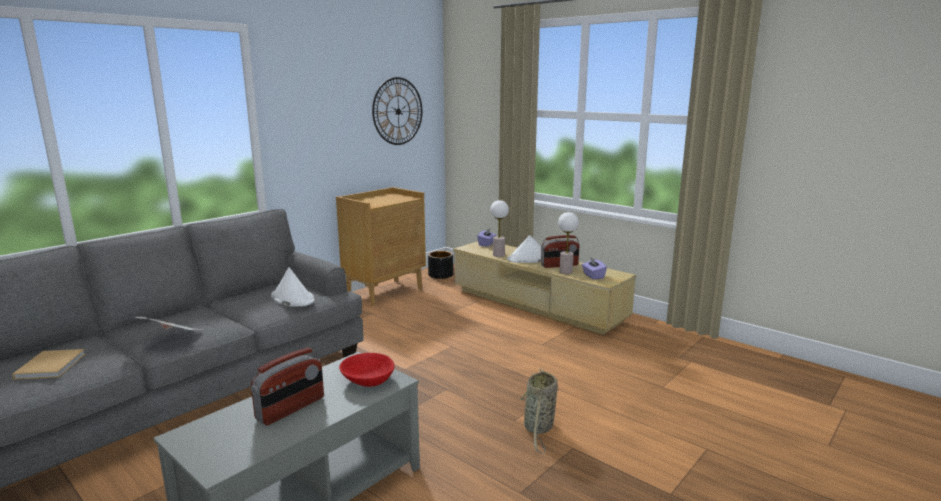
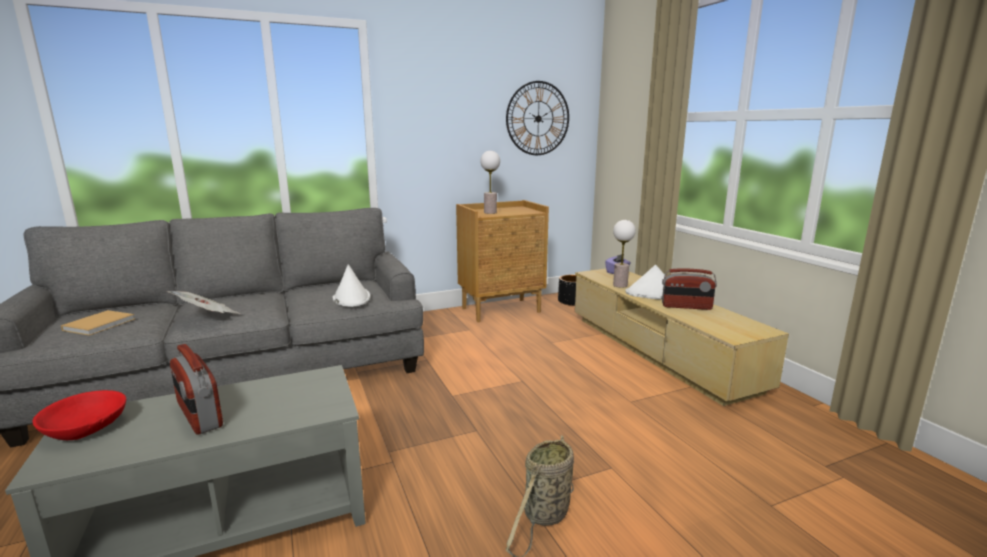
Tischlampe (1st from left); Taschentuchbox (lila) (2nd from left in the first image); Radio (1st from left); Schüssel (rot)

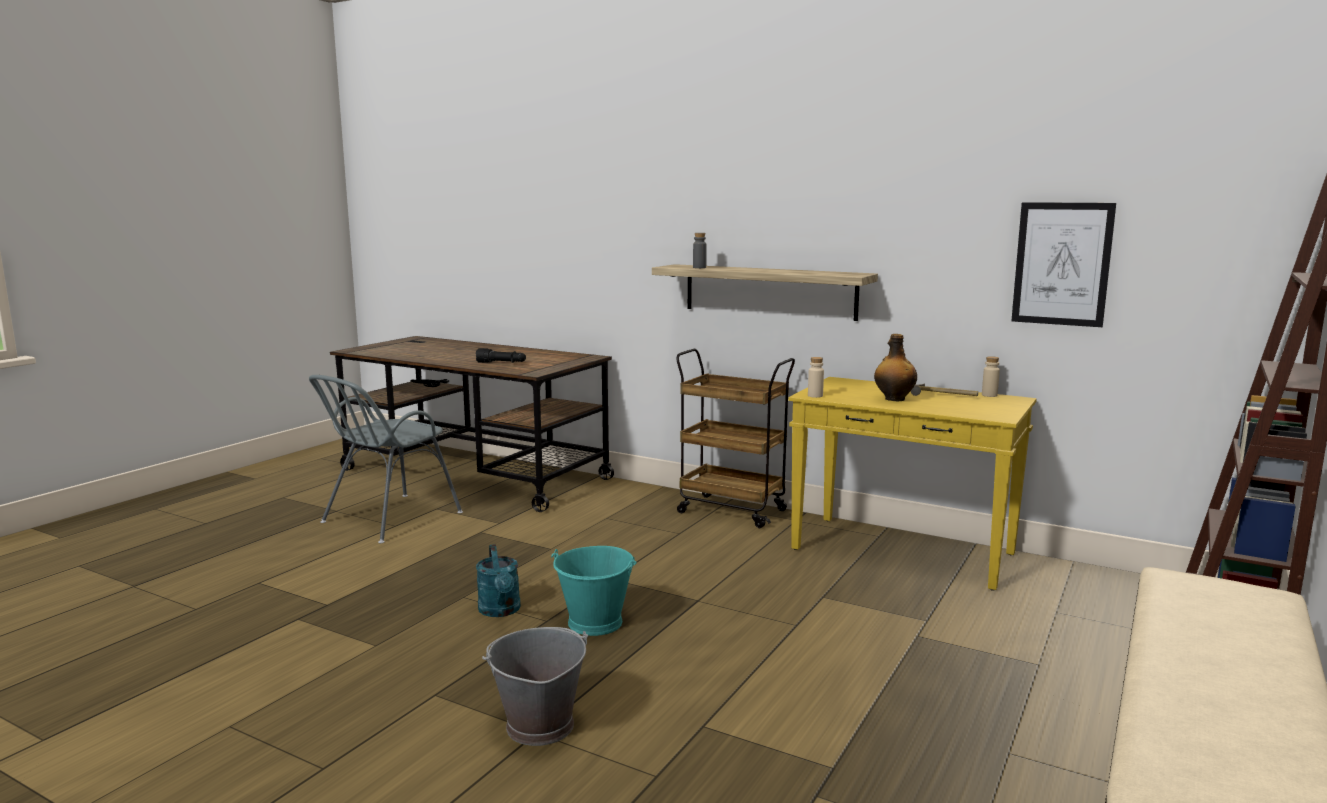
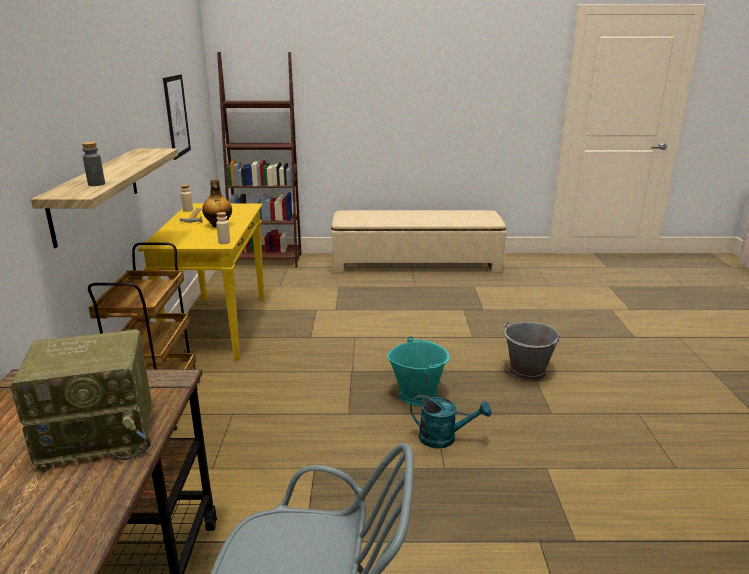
Radio; Gießkanne (türkis)

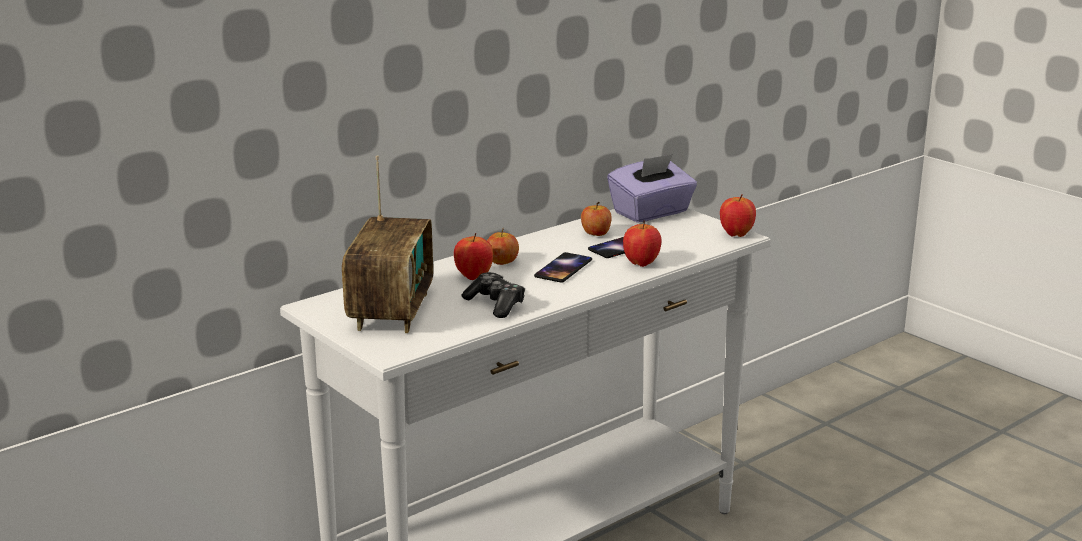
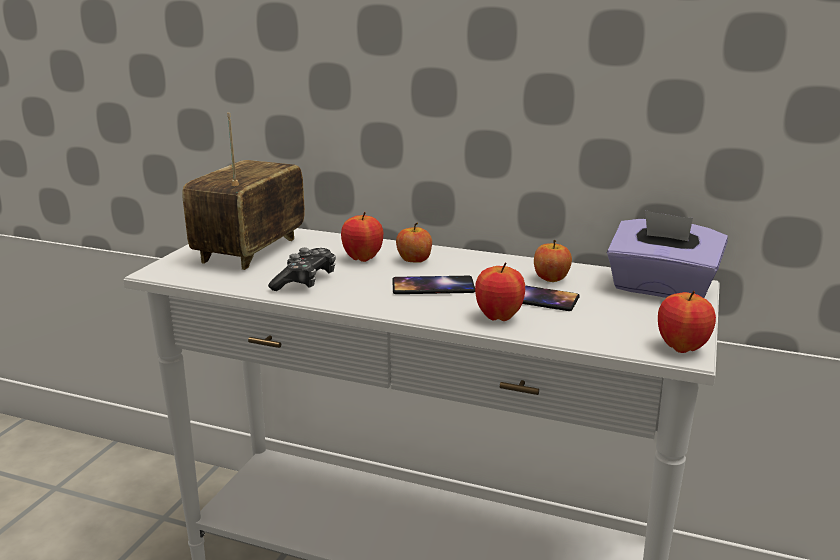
Radio

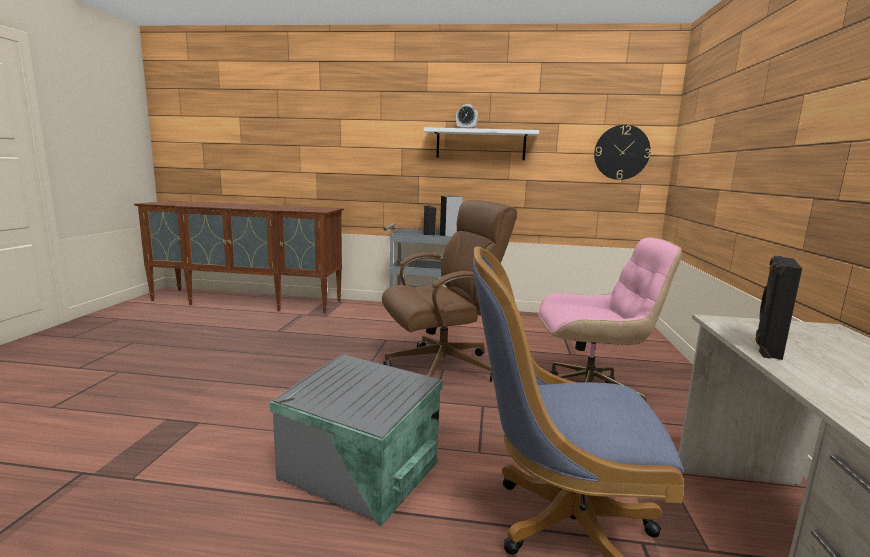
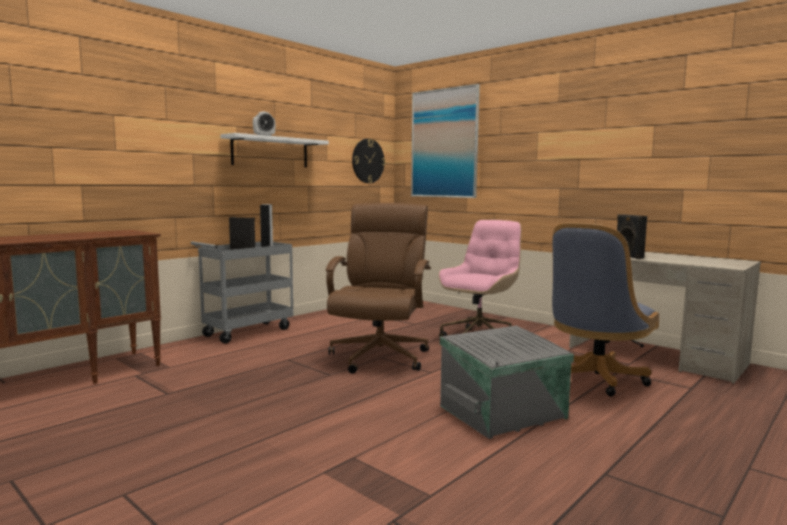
Bild

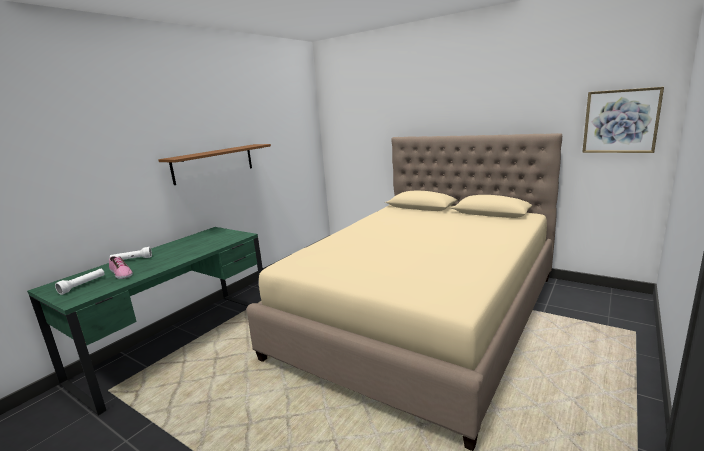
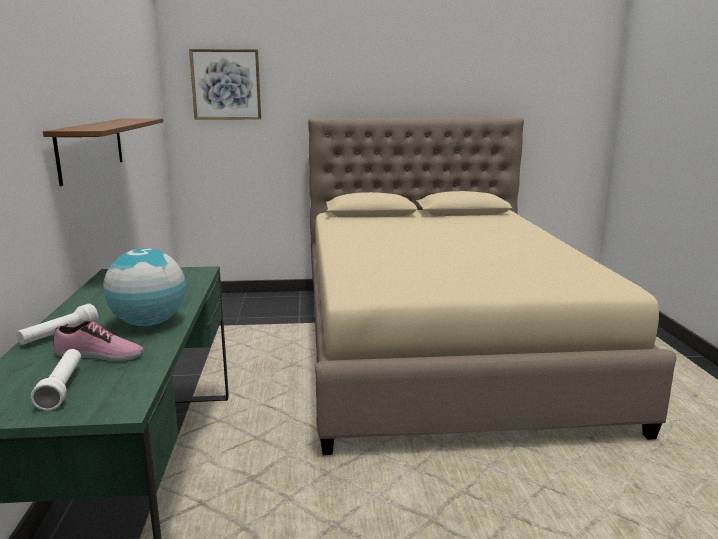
Bild; Globus

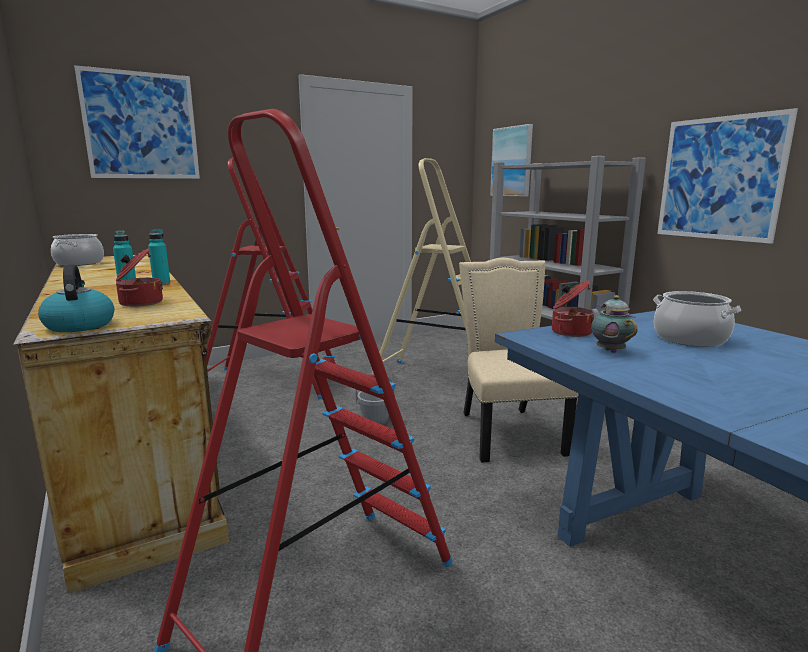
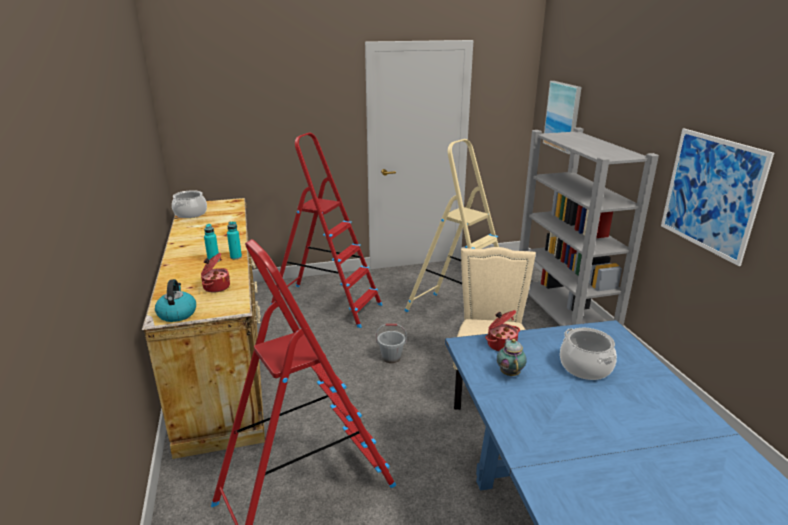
Bild (1st from left in the first image)

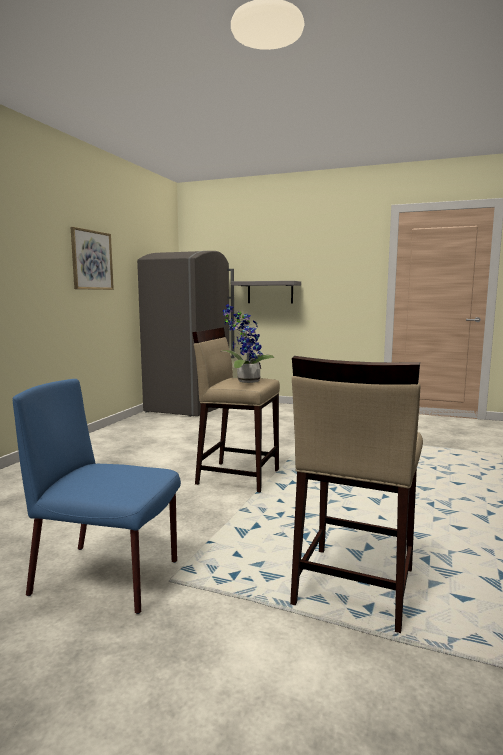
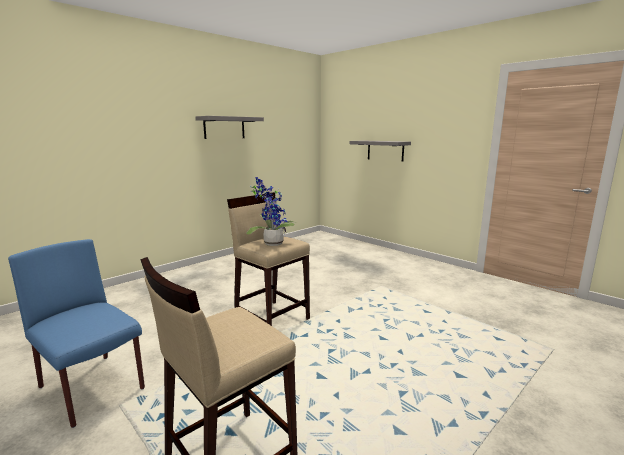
Wandregal (grau) (1st from left); Kühlschrank (grau)

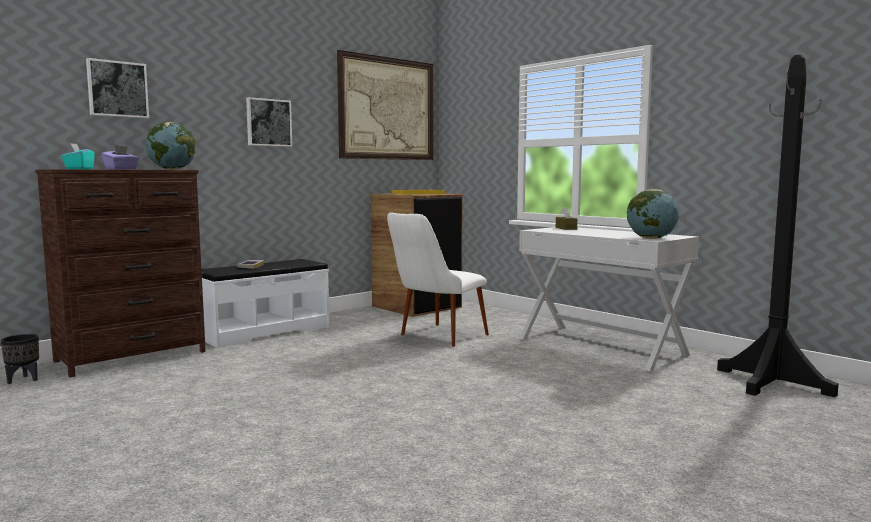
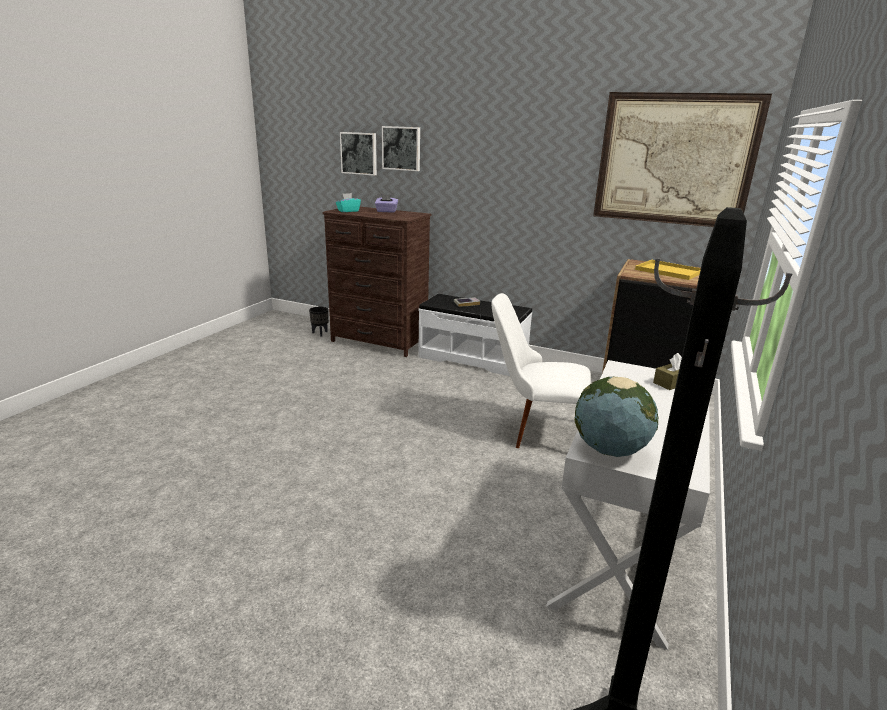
Bild (1st from left); Globus (1st from left in the first image)

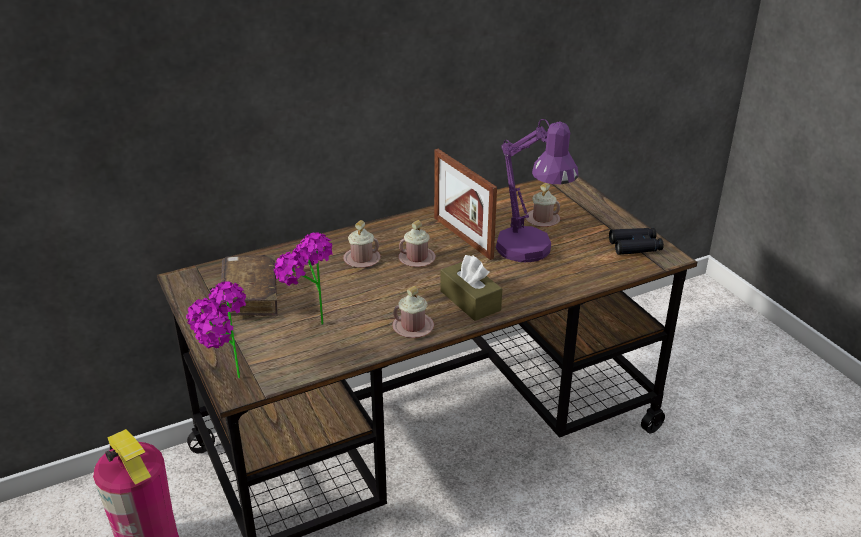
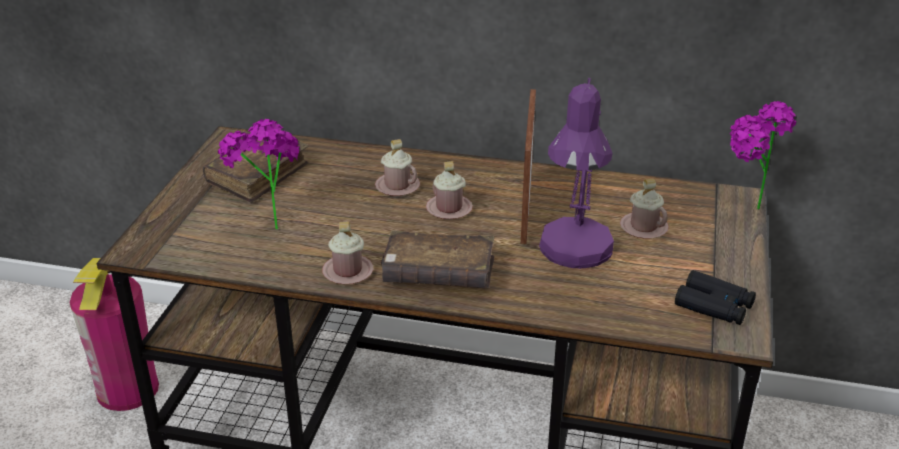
Buch (braun) (2nd from left); Topfpflanze (2nd from left)

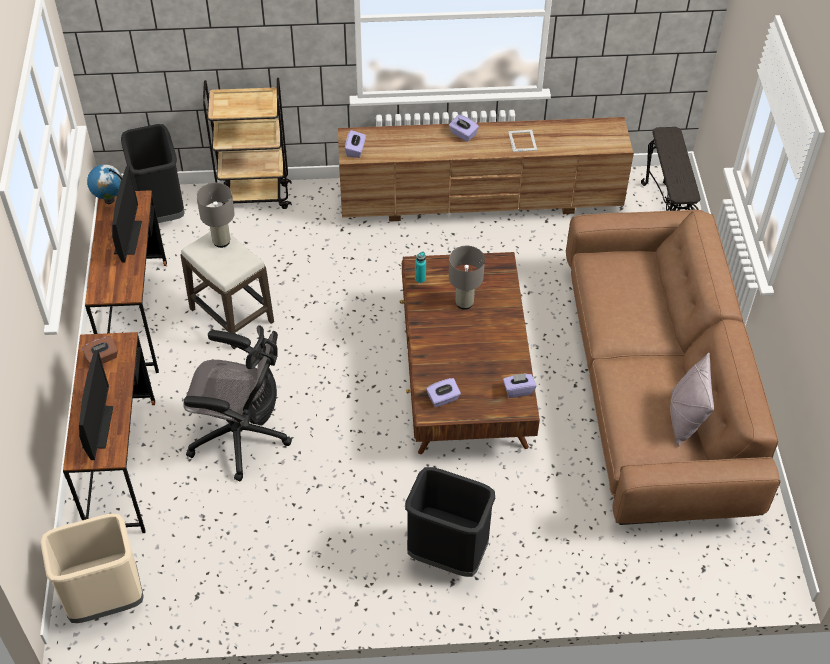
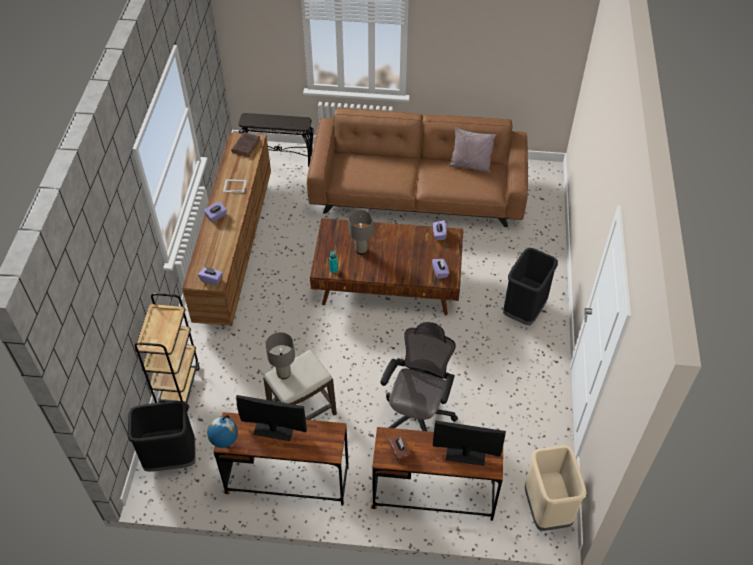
Buch (braun)

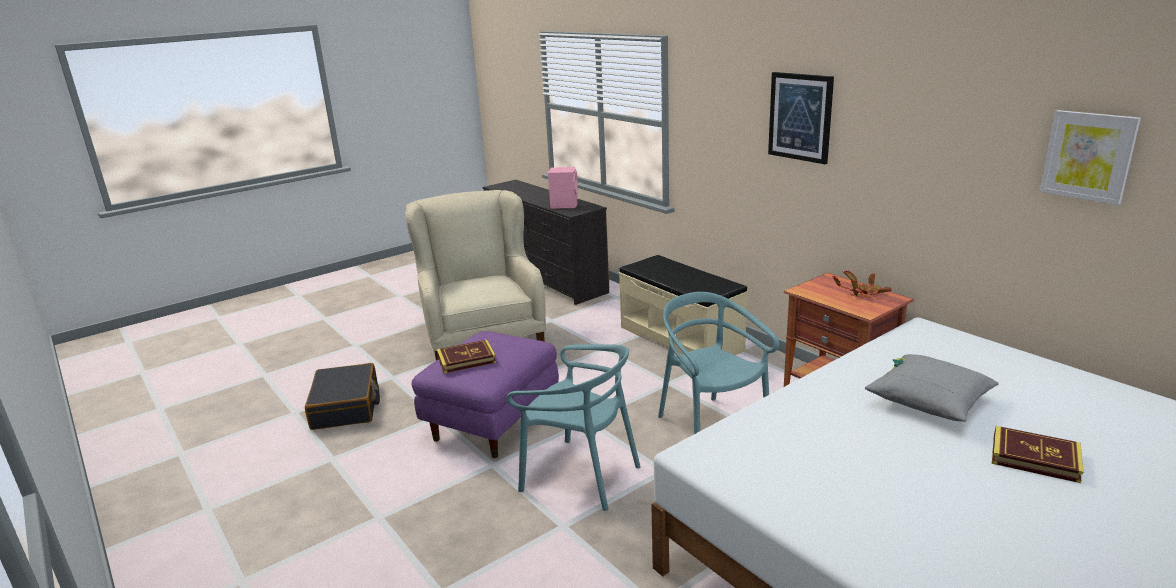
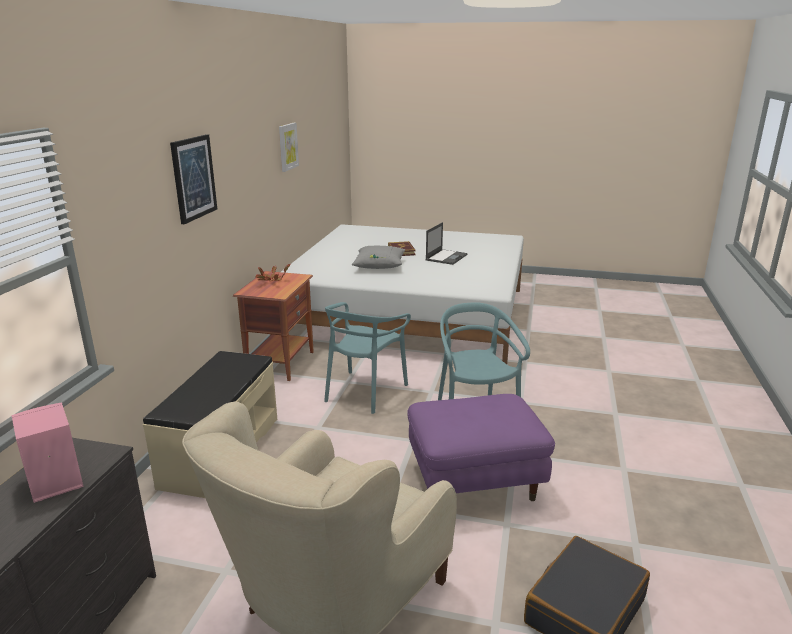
Buch (1st from left in the first image); Laptop

